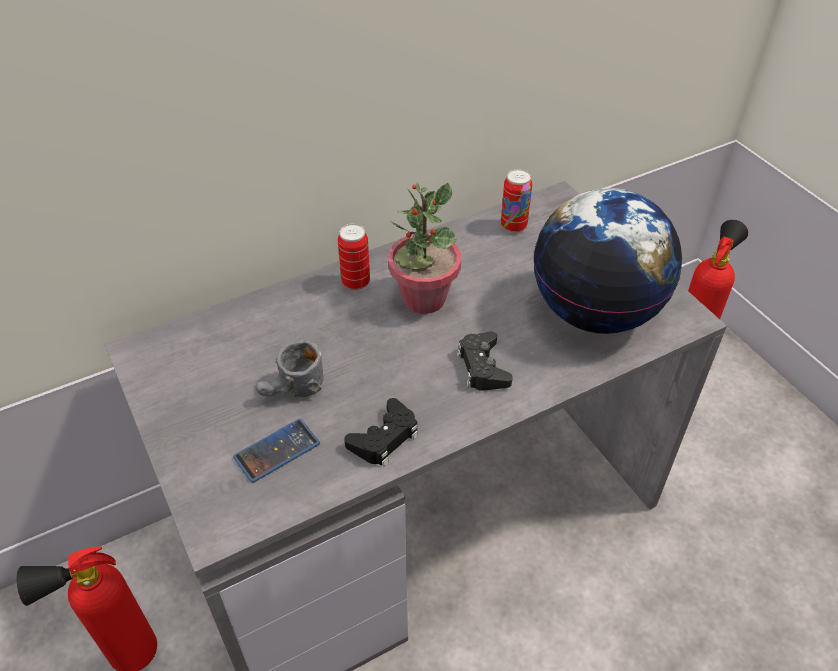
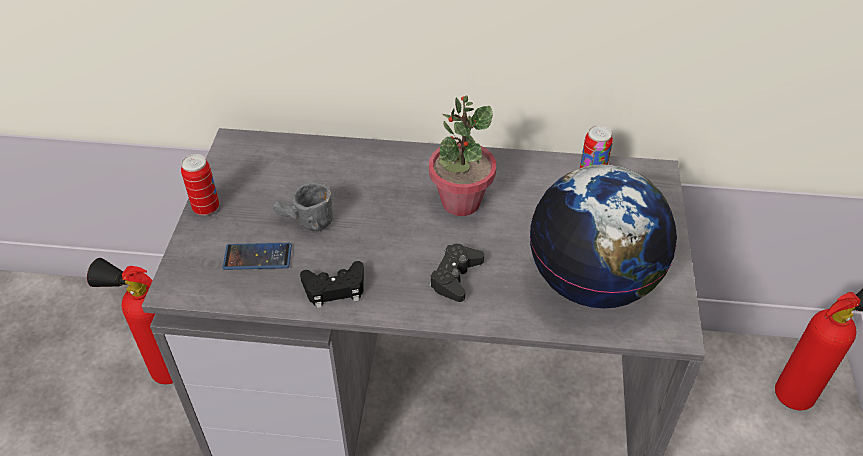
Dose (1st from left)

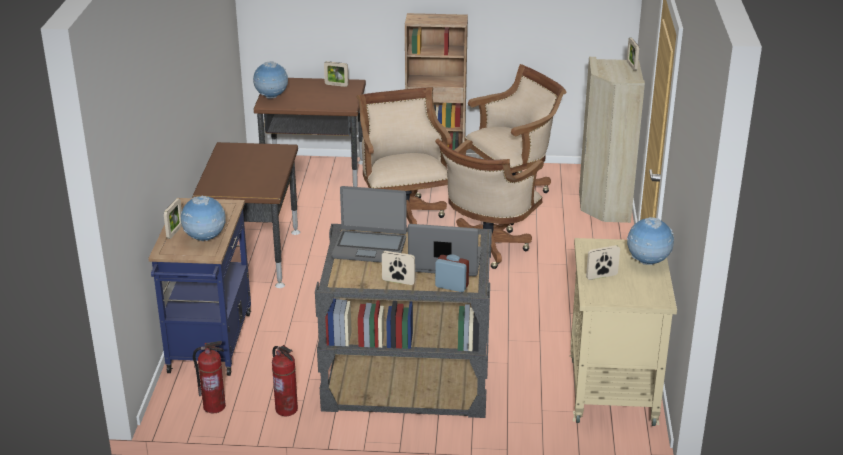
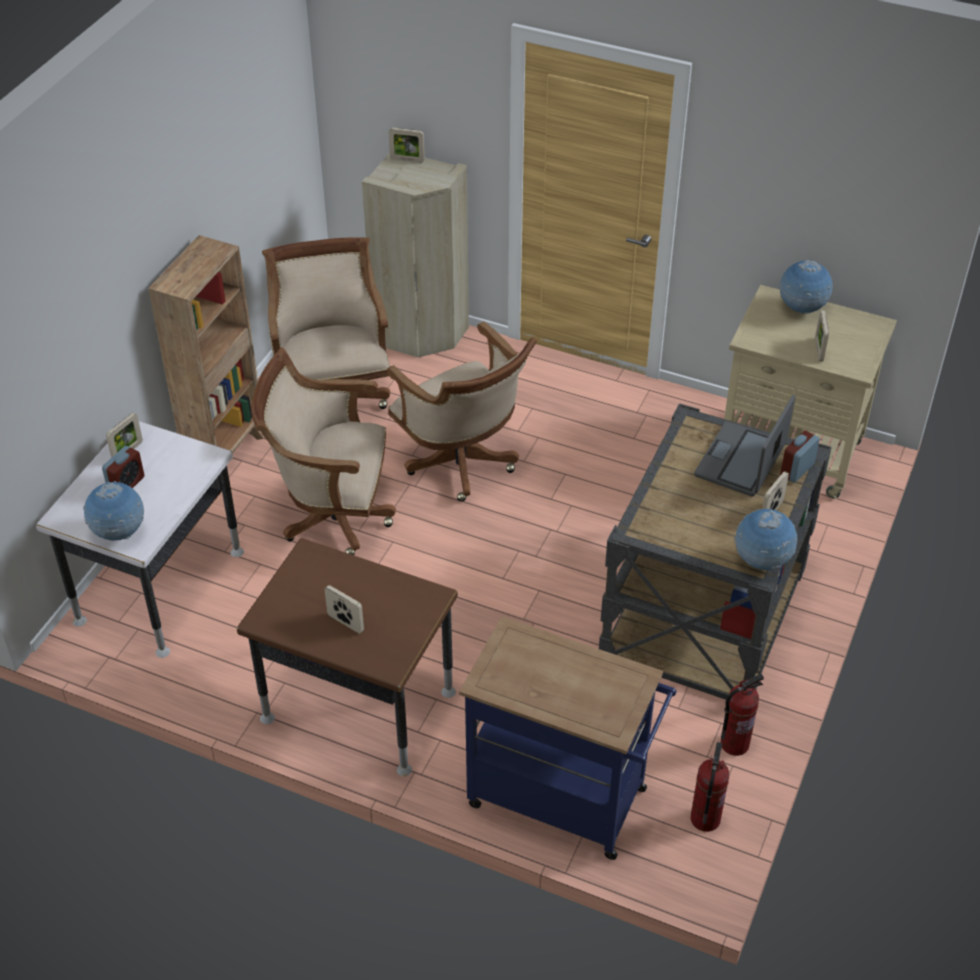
Schreibtisch (weiß); Laptop (1st from left in the first image); Globus (2nd from left); Bilderrahmen (2nd from left); Wecker (1st from left)

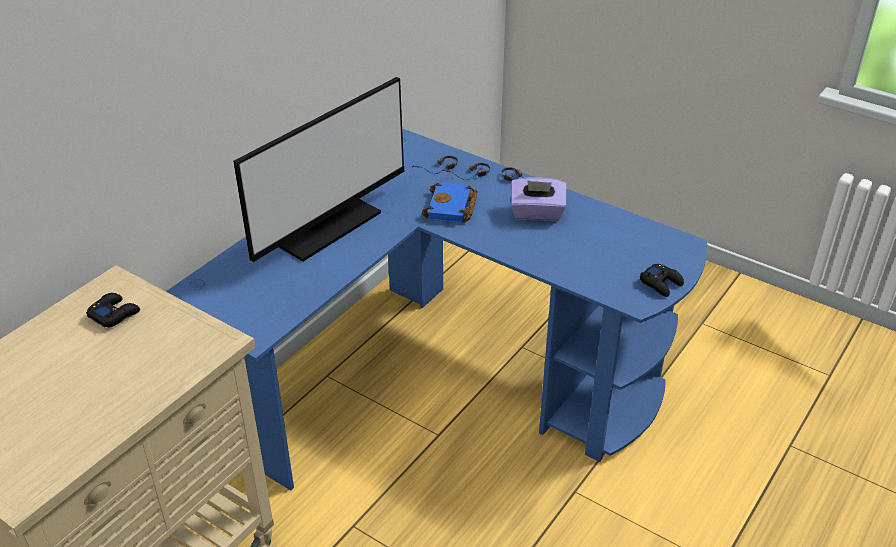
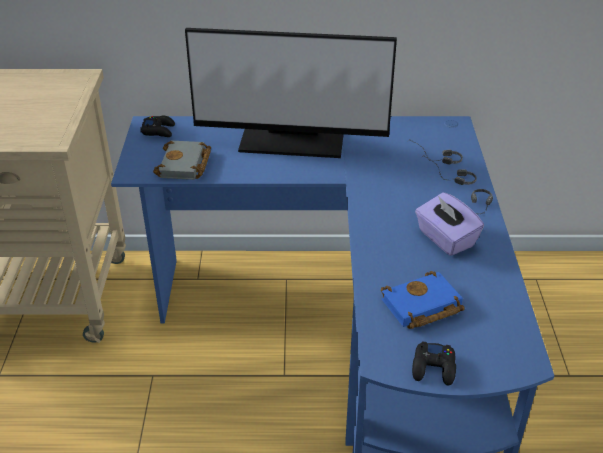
Buch (blau); Gamepad (schwarz) (1st from left); Buch (grau)

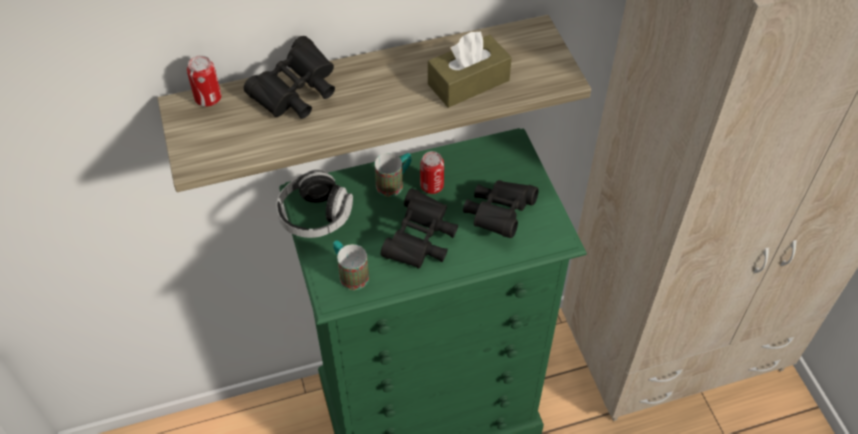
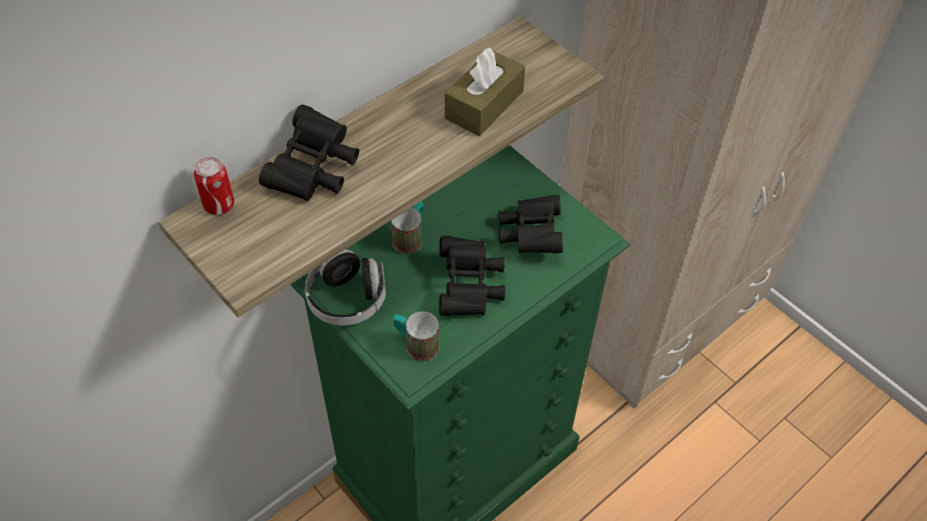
Dose (2nd from left in the first image)

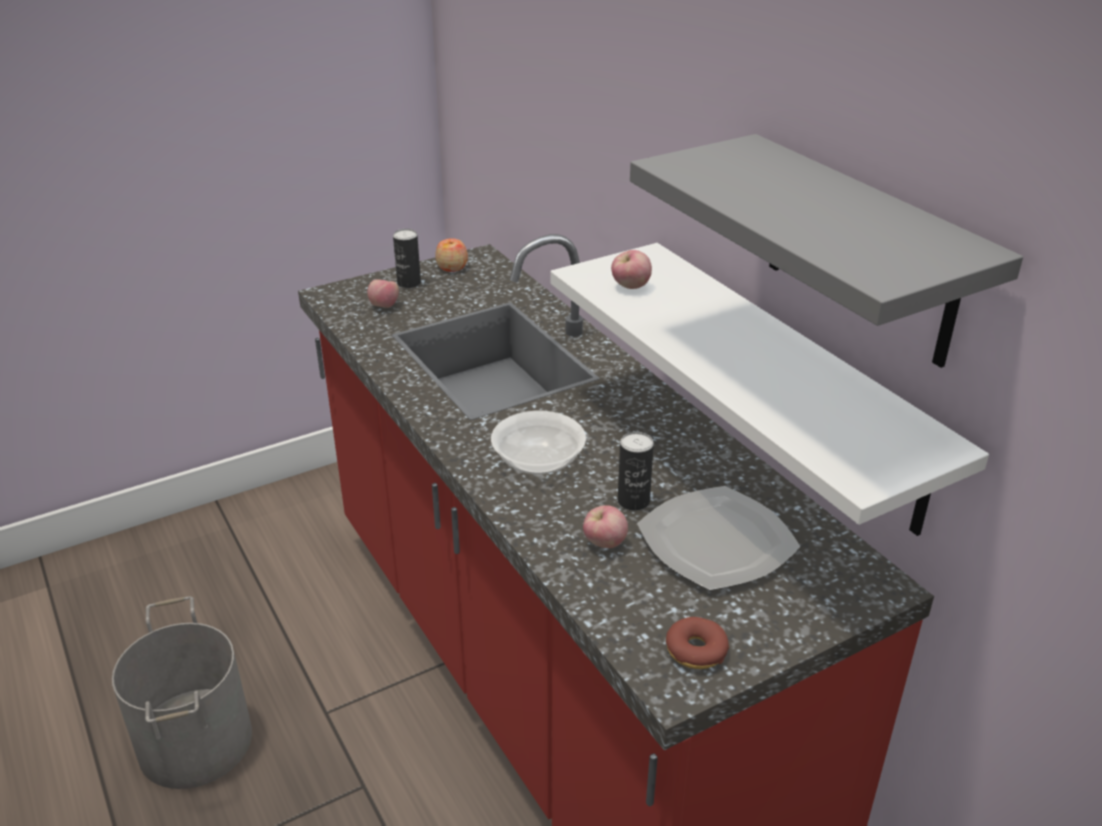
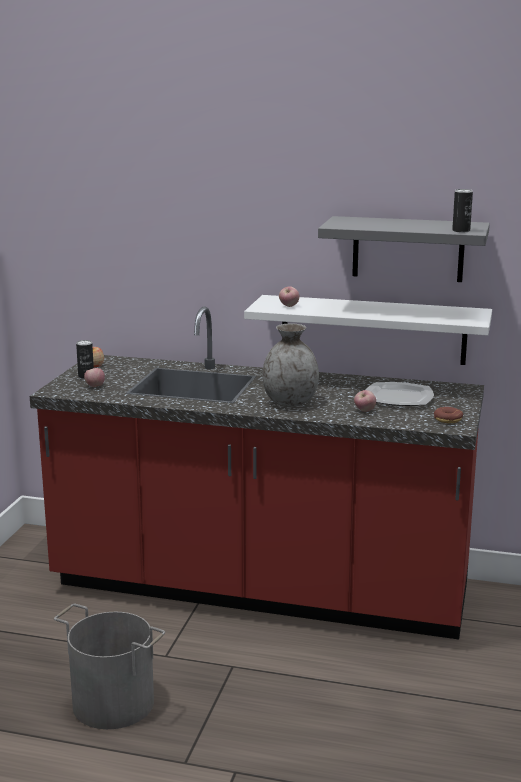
Vase (grau); Dose (2nd from left)

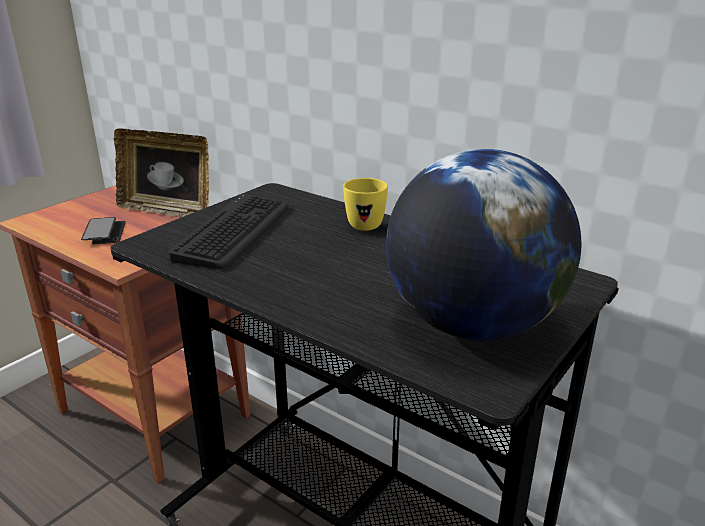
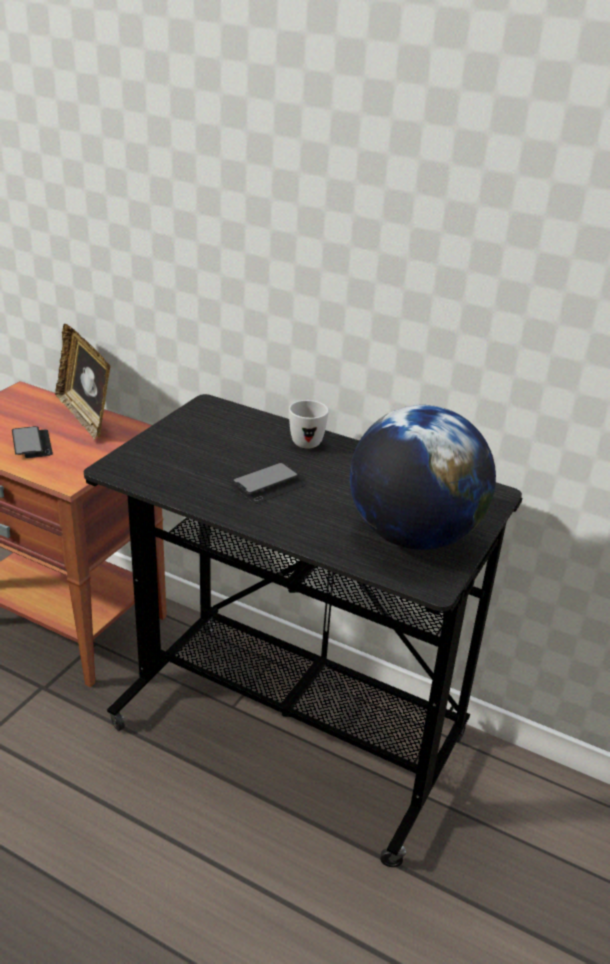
Bilderrahmen; Henkelbecher (weiß); Tastatur; Handy (2nd from left)

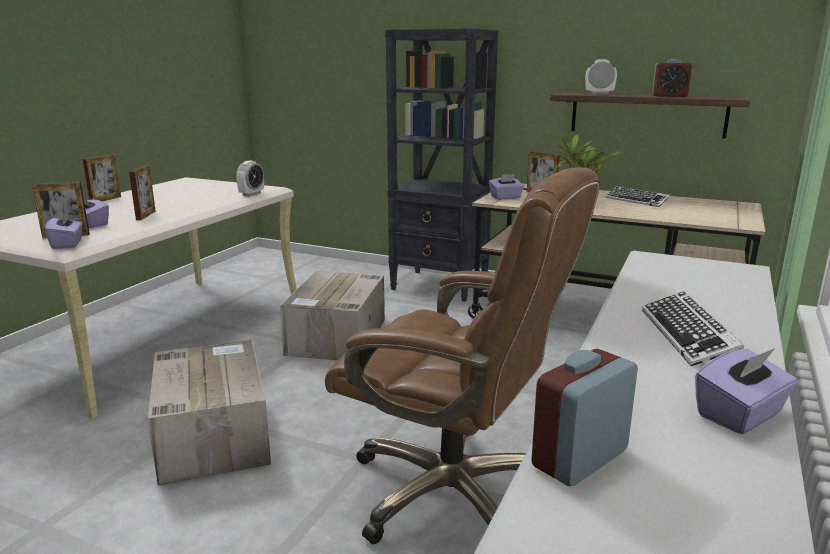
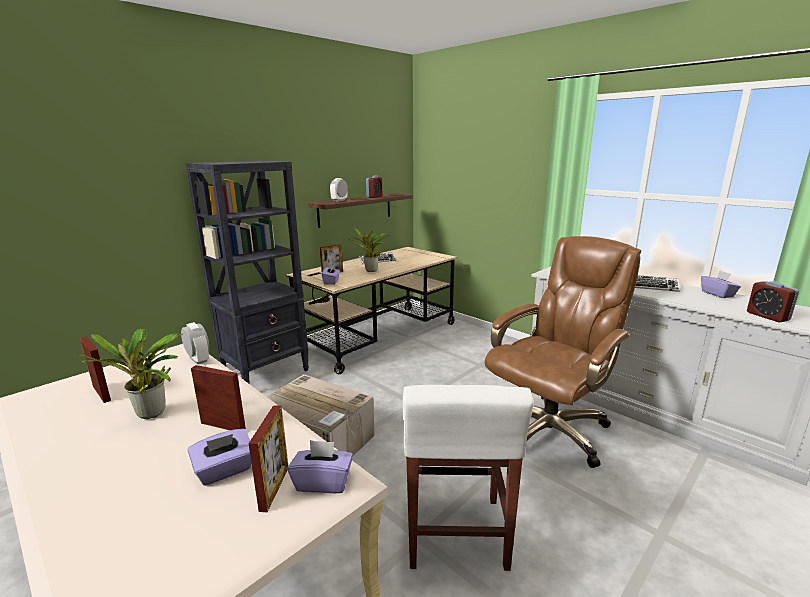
Bilderrahmen (1st from left); Hocker (weiß); Topfpflanze (1st from left)

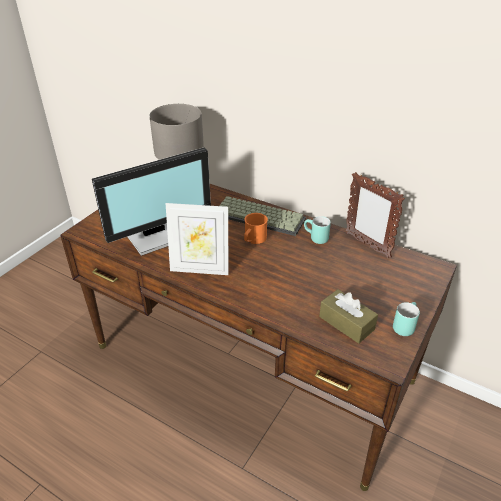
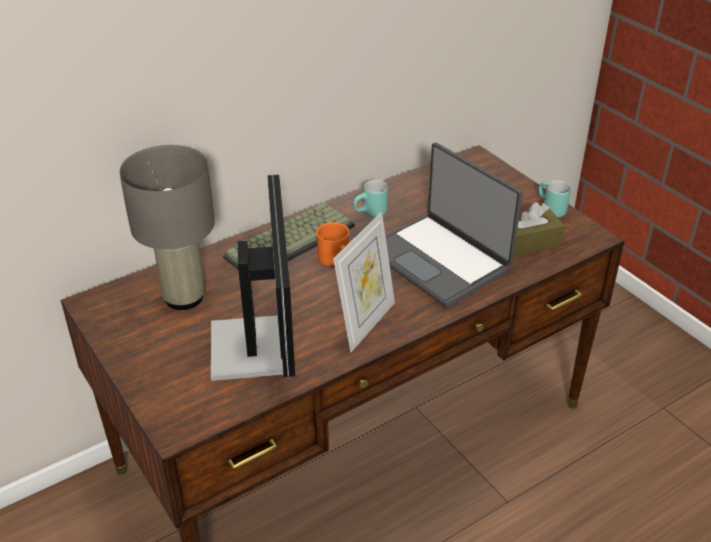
Bilderrahmen (2nd from left in the first image); Laptop

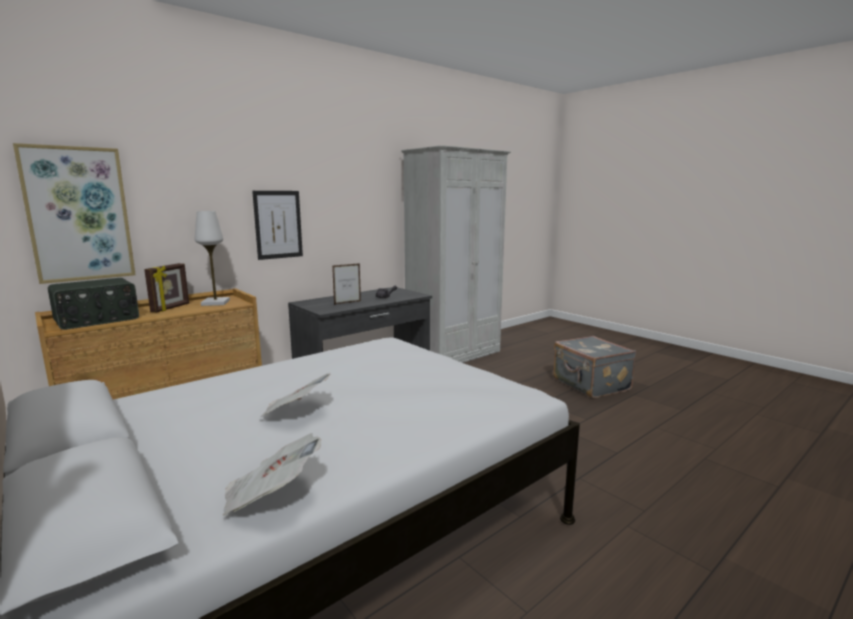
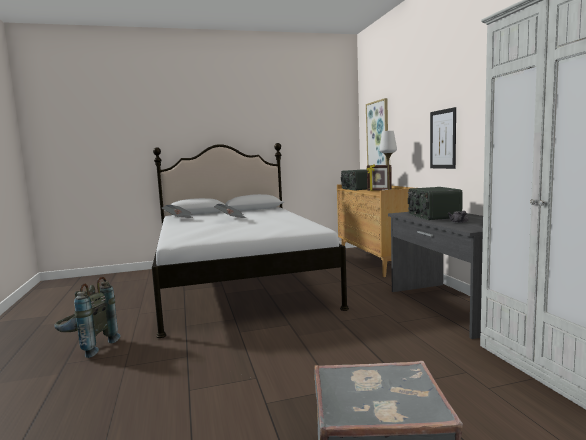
Radio (2nd from left); Rucksack (grau)

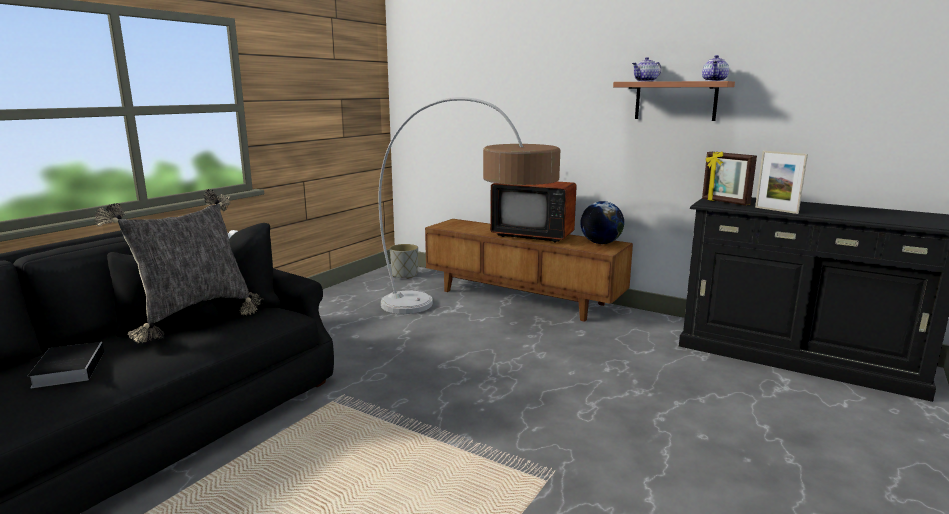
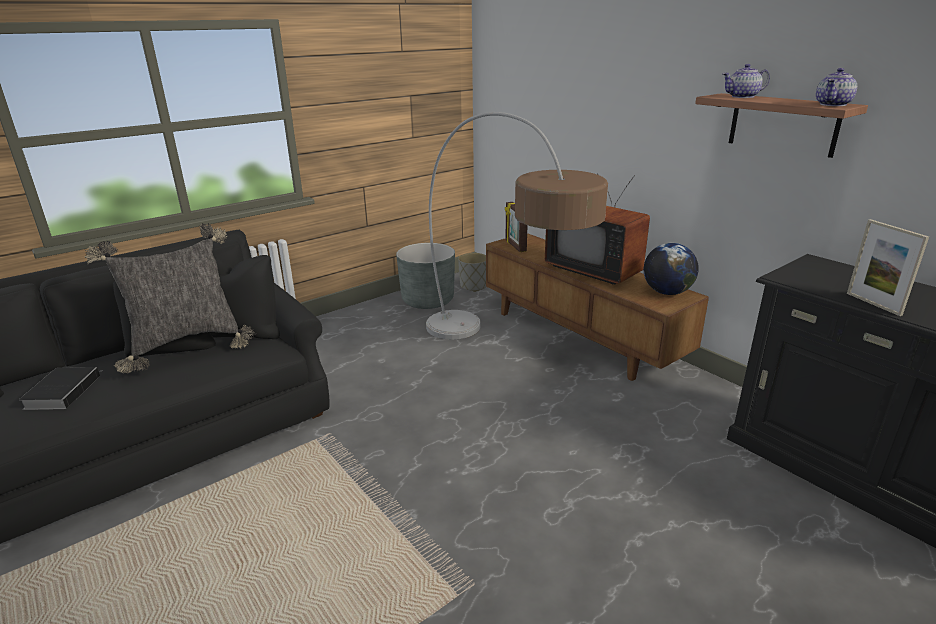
Bilderrahmen (1st from left); Pflanzkübel (grau) (1st from left)

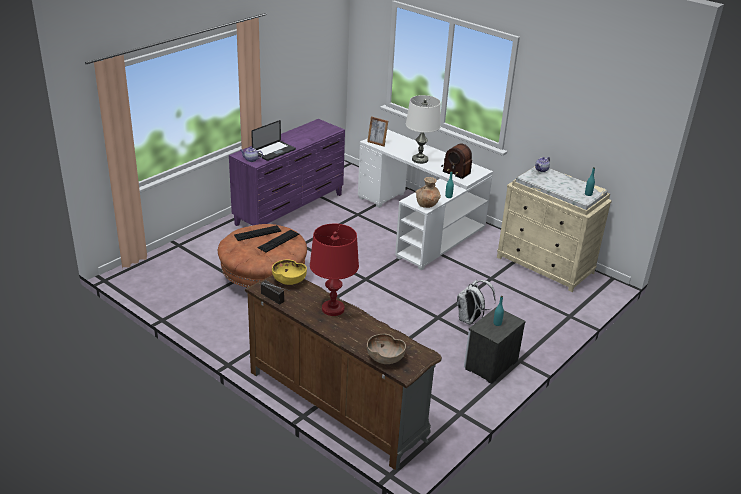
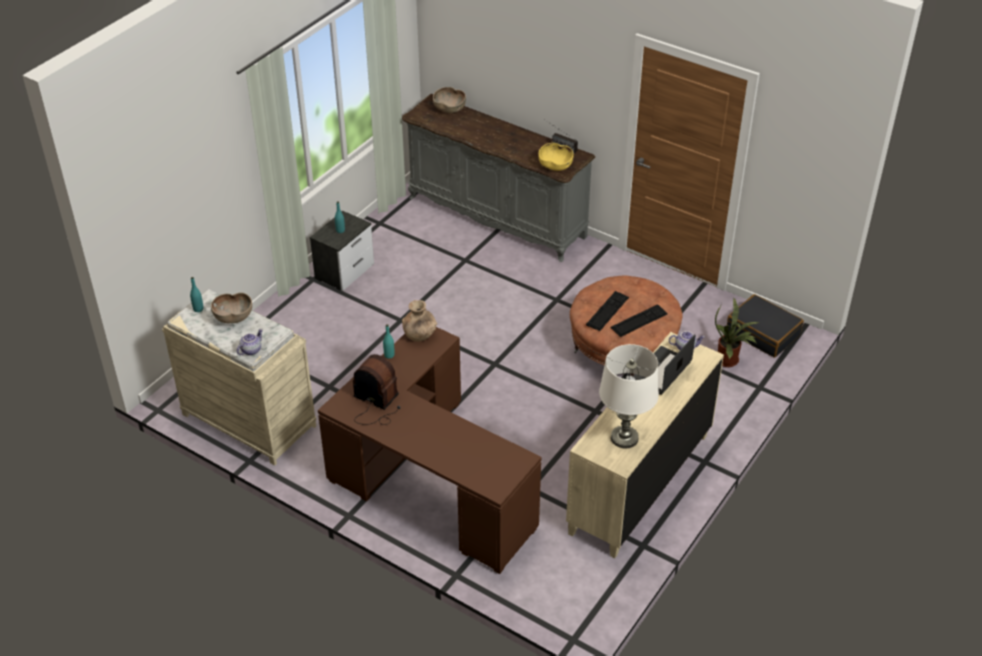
Tischlampe (weiß); Bilderrahmen; Kommode (beige) (2nd from left); Schreibtisch (braun); Tischlampe (rot); Rucksack (weiß); Schüssel (braun) (1st from left); Koffer (schwarz); Topfpflanze

